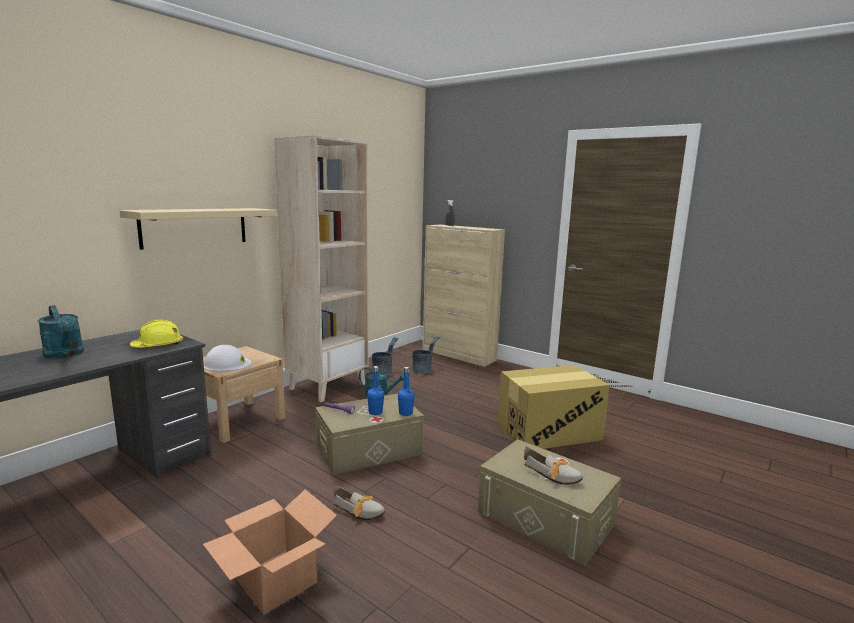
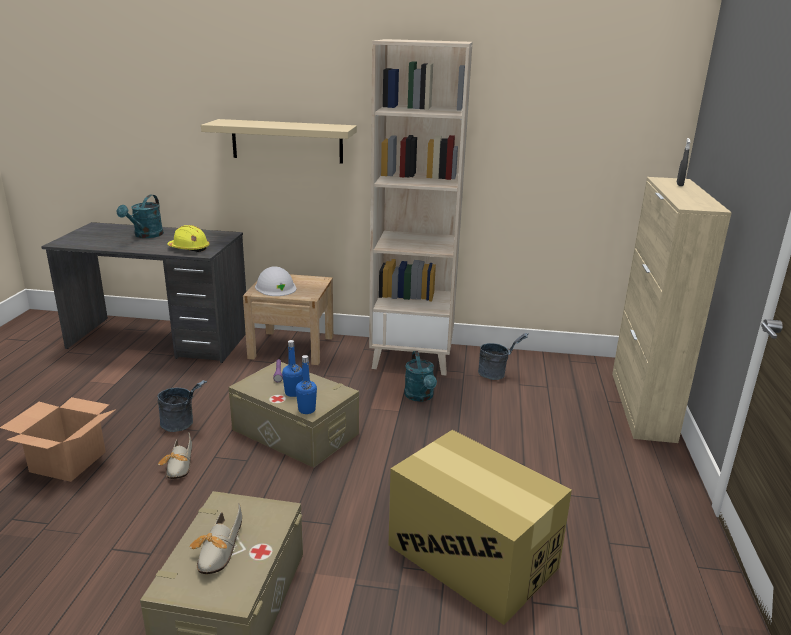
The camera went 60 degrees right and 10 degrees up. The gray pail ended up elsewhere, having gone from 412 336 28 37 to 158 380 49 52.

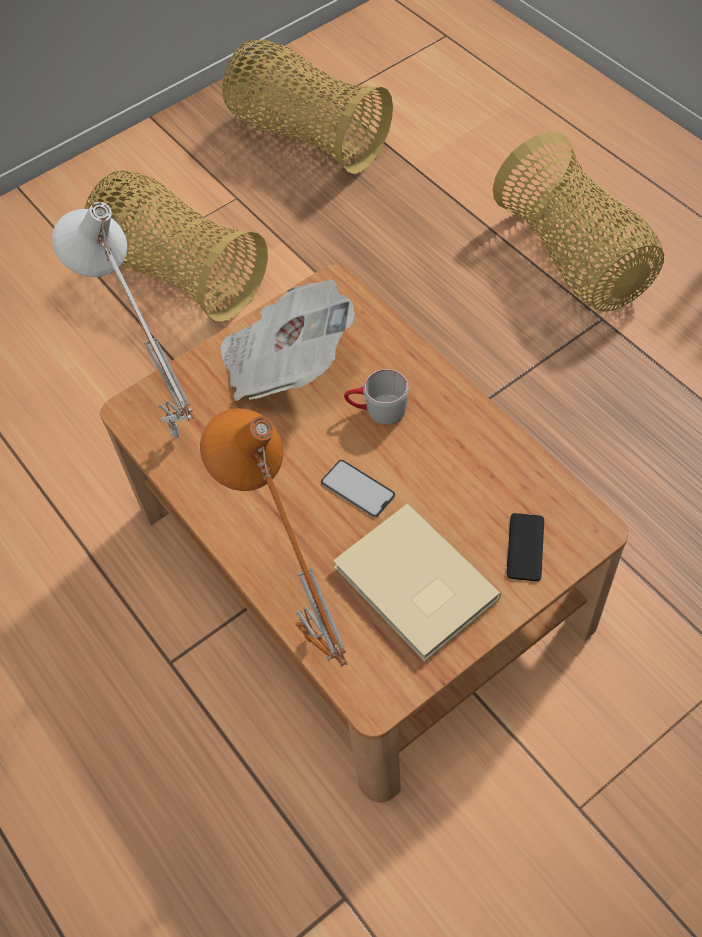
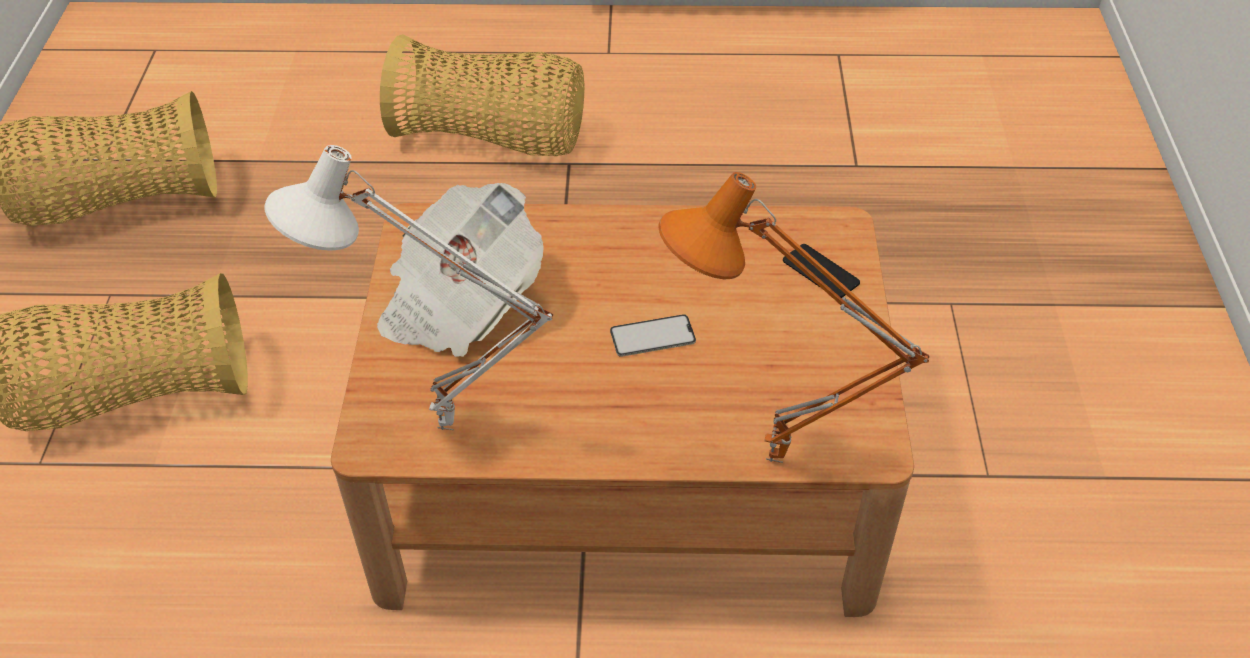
The camera went 55 degrees left and 10 degrees down. The second view lost the gray mug at 344 369 65 56. The second view lost the sand-coloured volume at 333 503 168 159.

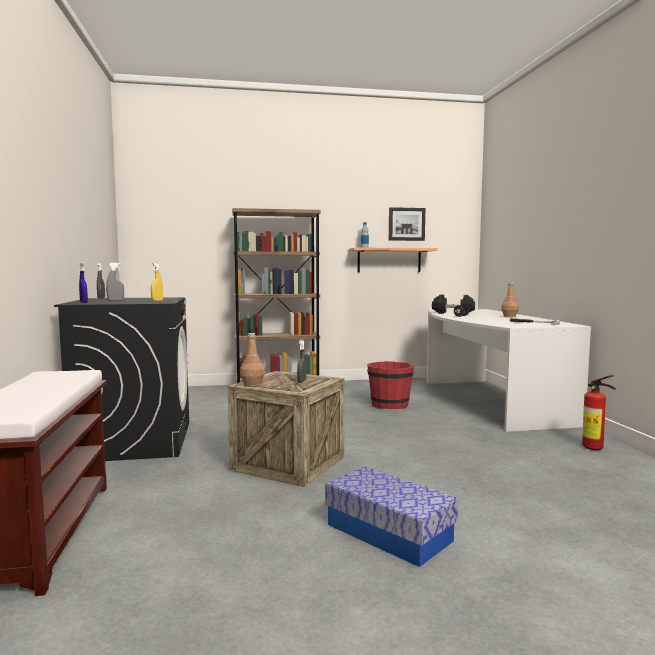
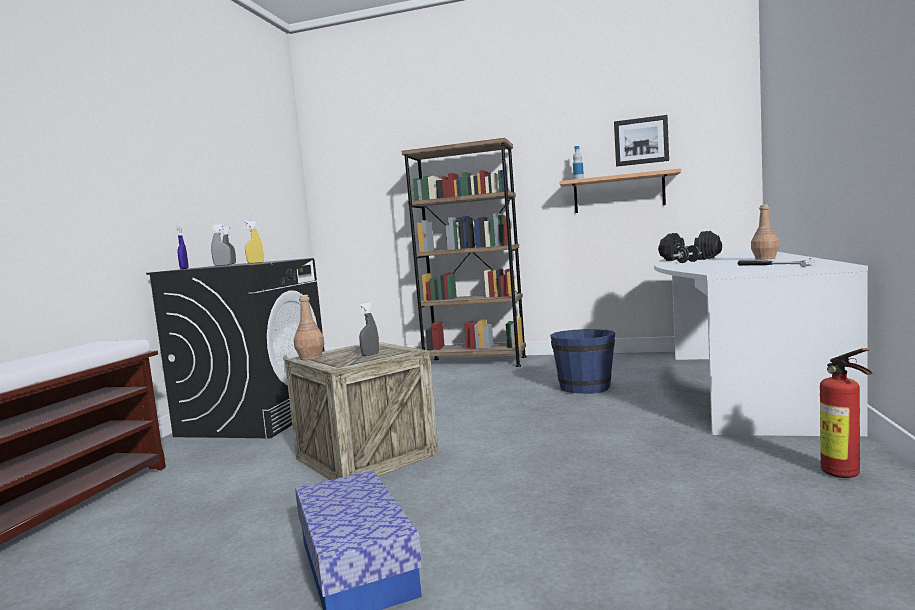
The camera went 25 degrees right and 0 degrees up. What was the reddish pail at 367 361 47 48 turned into the bluish pail at 550 329 65 65.

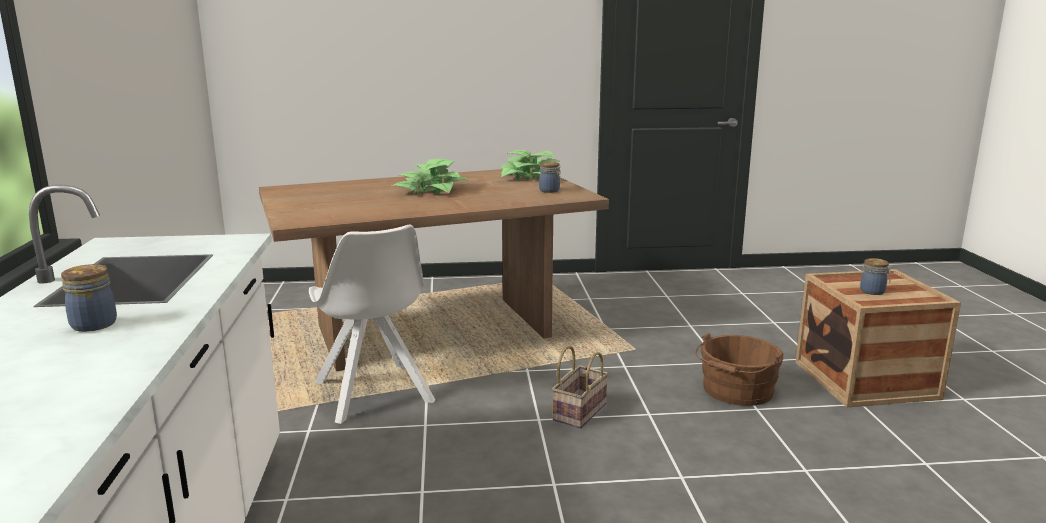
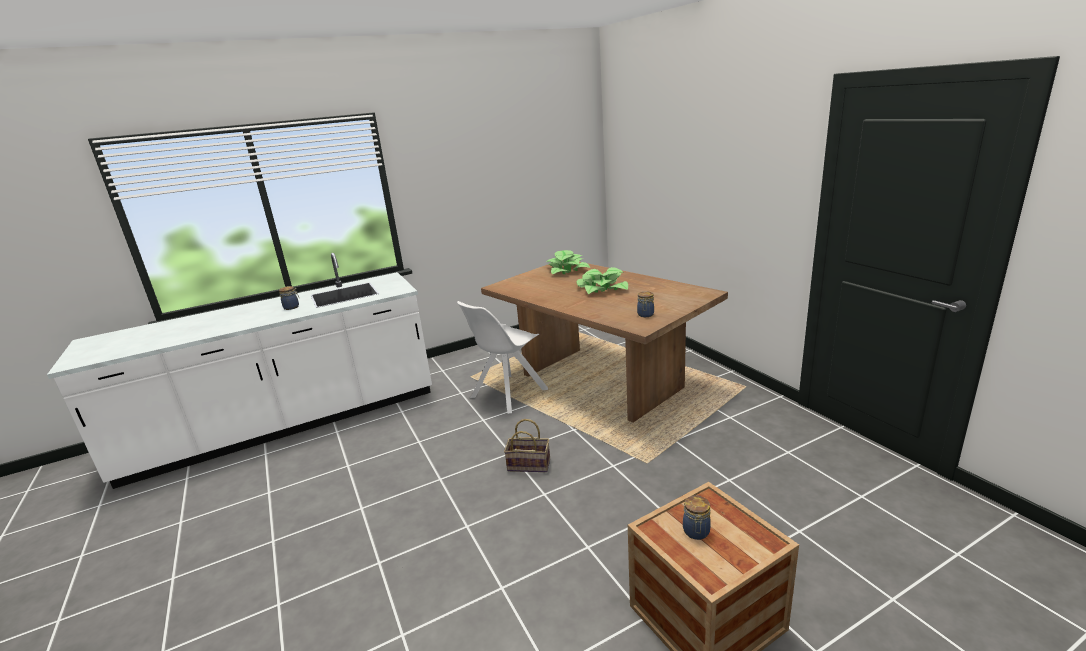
The camera went 70 degrees right and 5 degrees up. The plant in a pot ended up elsewhere, having gone from 501 150 60 29 to 546 250 44 24. The second view lost the brown-coloured pail at 695 333 89 73.

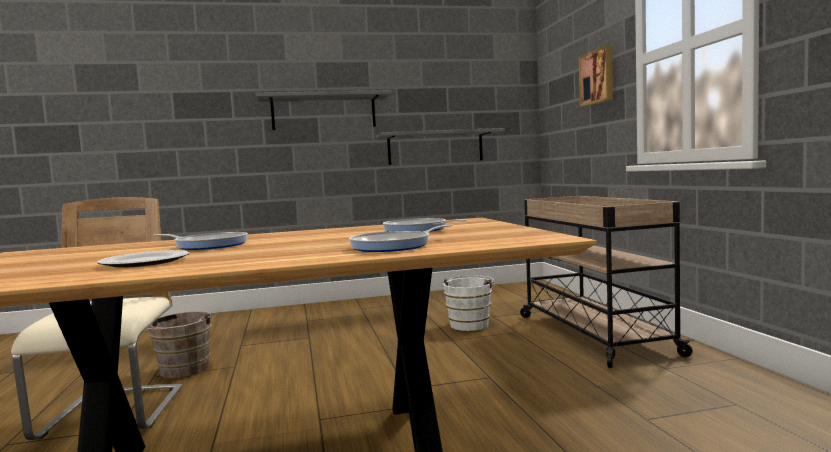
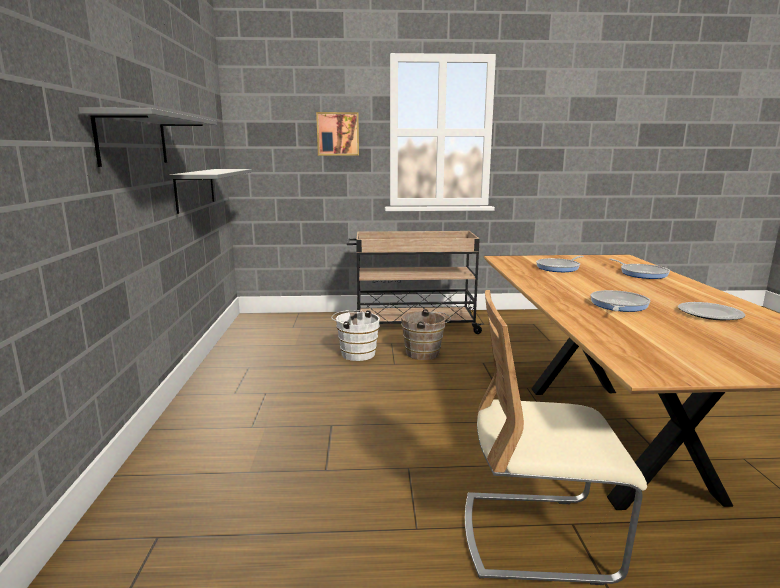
The camera went 80 degrees left and 10 degrees up. The brown-coloured pail ended up elsewhere, having gone from 147 311 64 67 to 401 309 50 51.

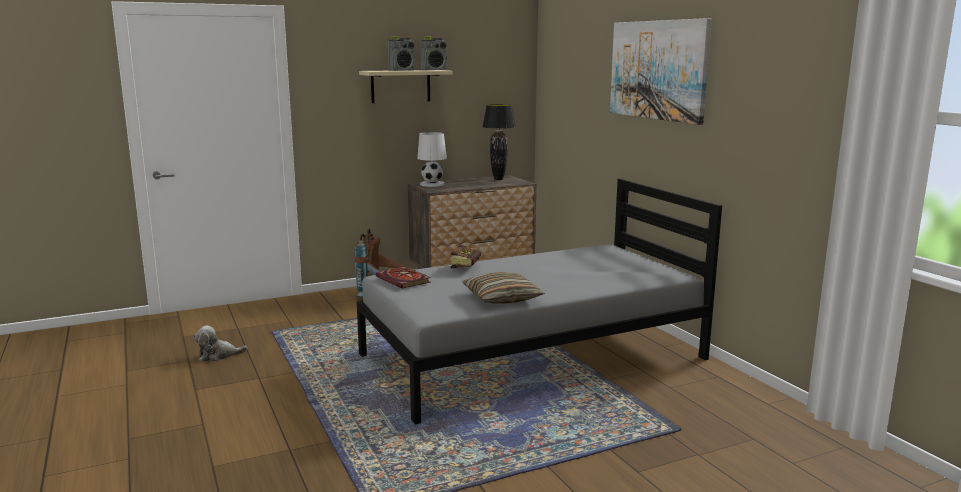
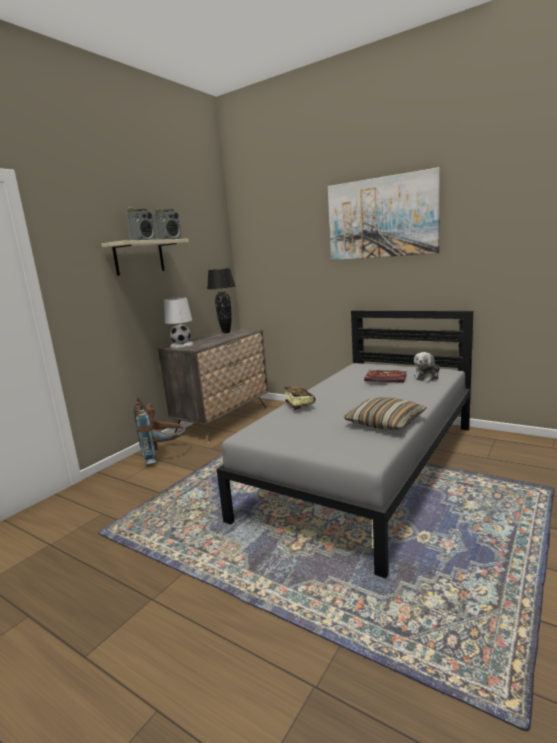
The camera went 30 degrees left and 0 degrees up. The volume ended up elsewhere, having gone from 376 266 55 23 to 364 370 43 12. The cuddly toy ended up elsewhere, having gone from 194 326 53 36 to 414 352 26 30.

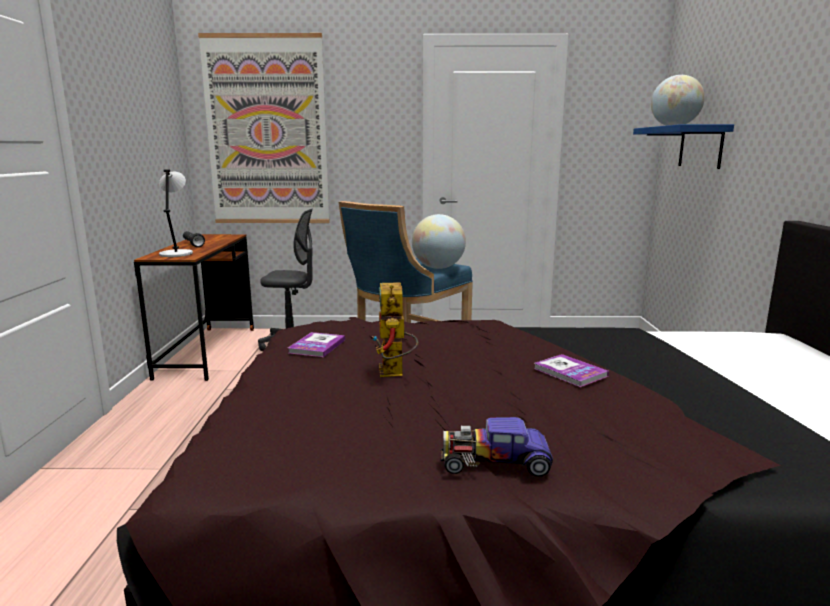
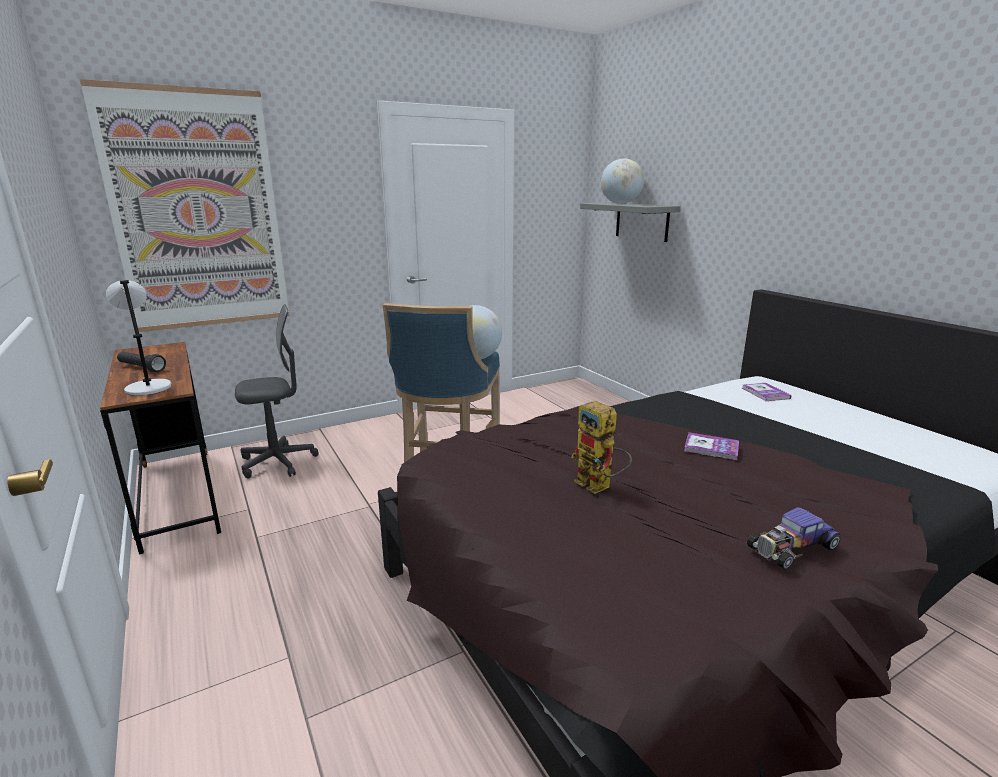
The camera went 30 degrees left and 5 degrees up. What was the bluish shelf at 633 124 101 45 turned into the gray shelf at 580 203 101 39. The volume ended up elsewhere, having gone from 288 332 57 25 to 742 383 50 18.

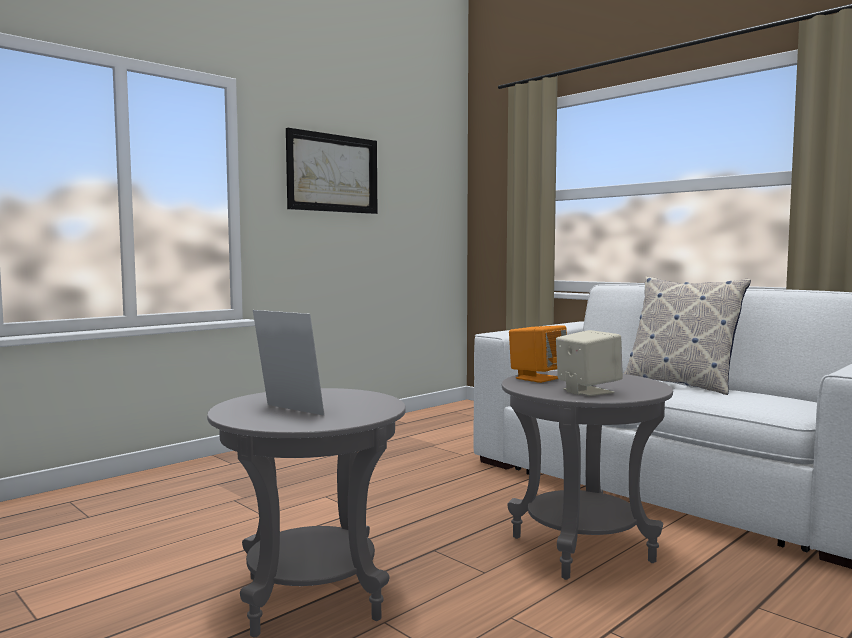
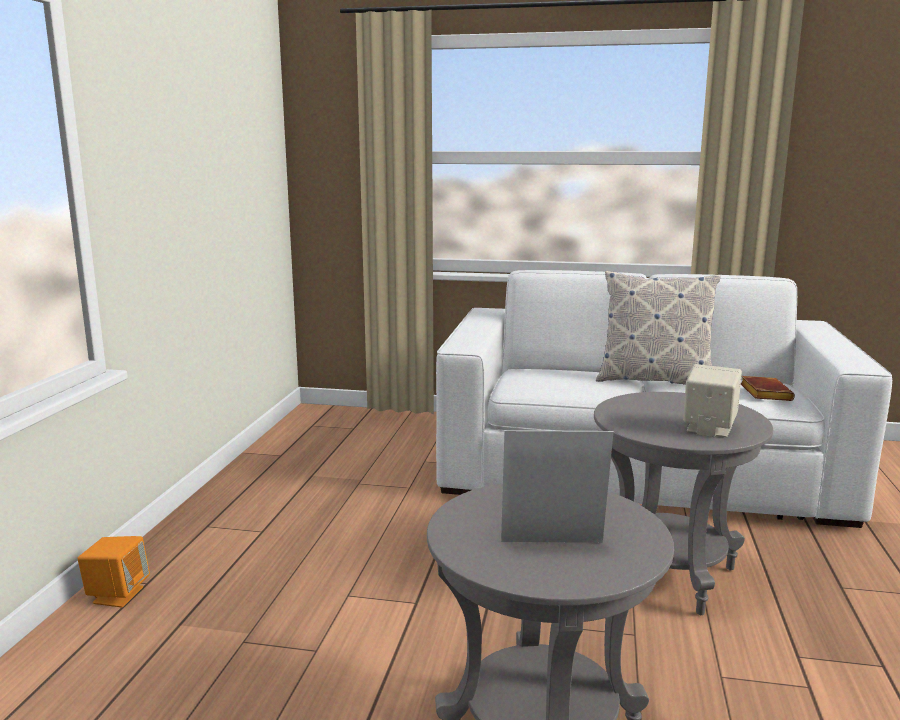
The camera went 35 degrees left and 10 degrees up. The second view lost the picture at 286 128 91 86. The orange speaker ended up elsewhere, having gone from 509 325 58 58 to 78 536 72 71. The second view gained the brown-coloured volume at 741 376 54 25.

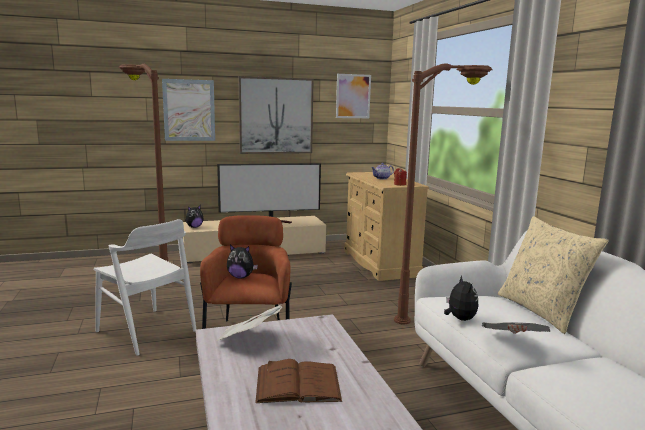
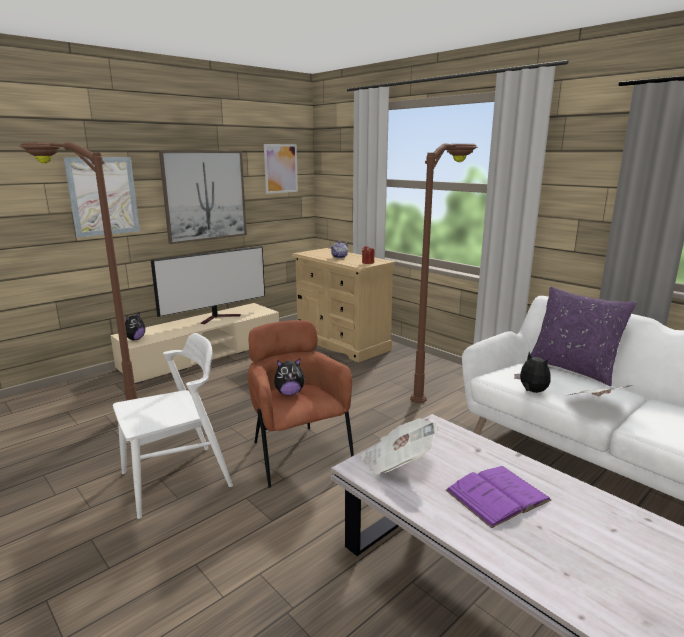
The camera went 25 degrees left and 5 degrees up. What was the sand-coloured throw pillow at 498 216 111 118 turned into the purple-coloured throw pillow at 531 286 106 100. The white chair at 94 219 103 137 ended up facing another way, 45 degrees counterclockwise from before. What was the brown-coloured volume at 255 359 87 44 turned into the purple-coloured volume at 446 466 105 62.

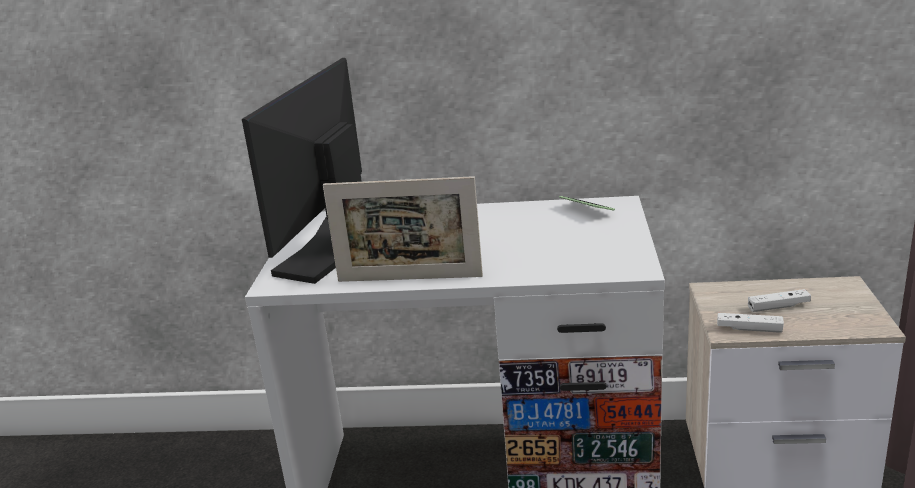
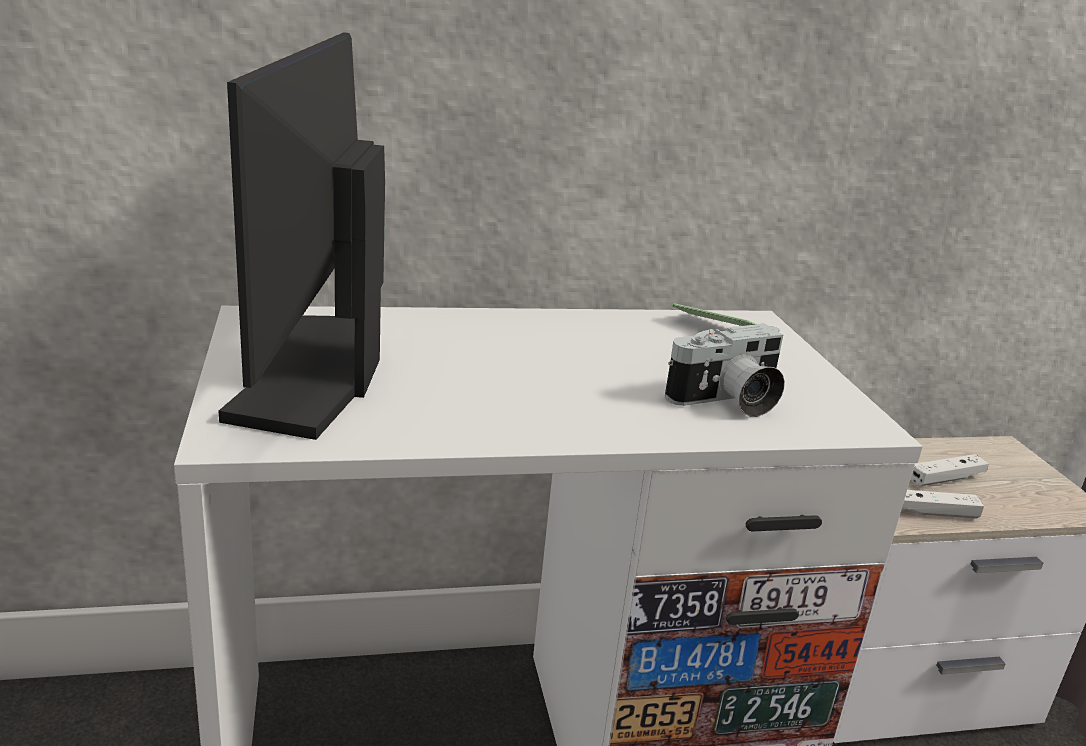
The camera went 20 degrees left and 0 degrees up. The second view lost the photo frame at 323 176 160 106. The second view gained the still camera at 665 324 120 93.

